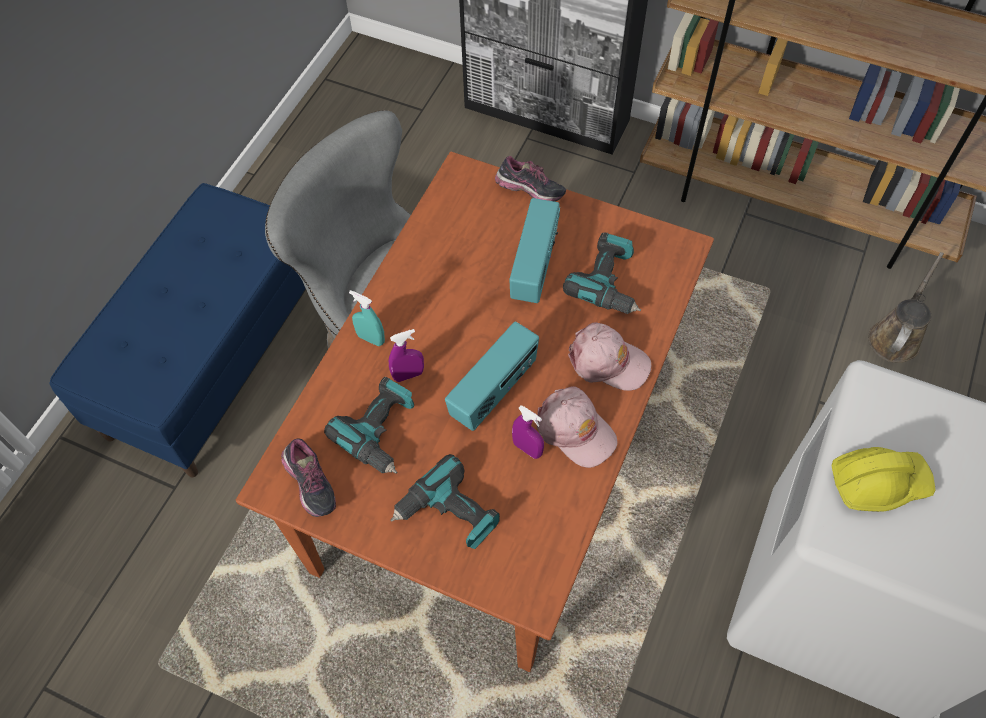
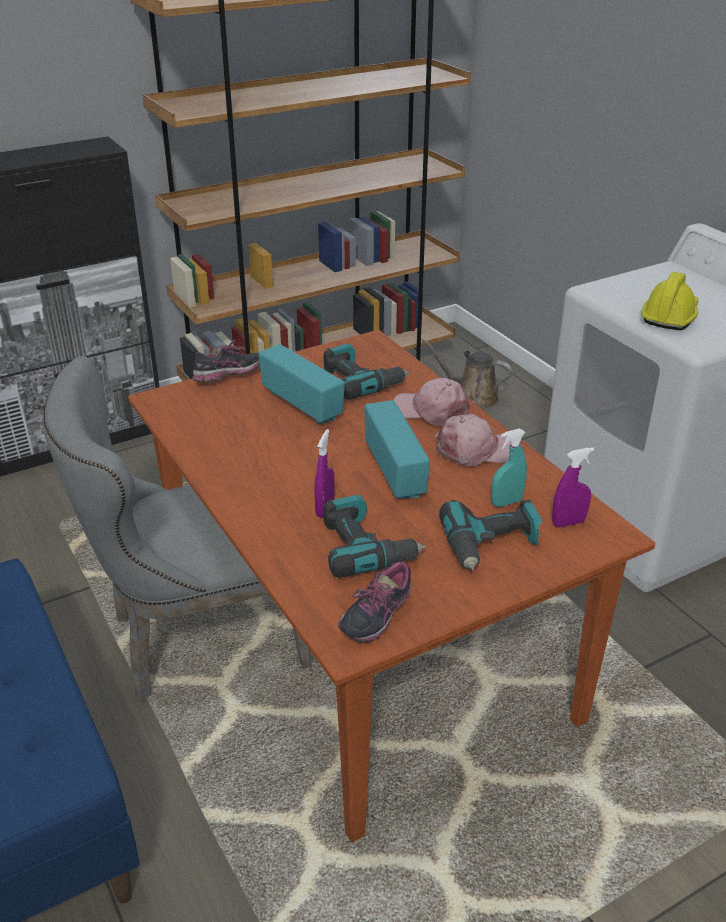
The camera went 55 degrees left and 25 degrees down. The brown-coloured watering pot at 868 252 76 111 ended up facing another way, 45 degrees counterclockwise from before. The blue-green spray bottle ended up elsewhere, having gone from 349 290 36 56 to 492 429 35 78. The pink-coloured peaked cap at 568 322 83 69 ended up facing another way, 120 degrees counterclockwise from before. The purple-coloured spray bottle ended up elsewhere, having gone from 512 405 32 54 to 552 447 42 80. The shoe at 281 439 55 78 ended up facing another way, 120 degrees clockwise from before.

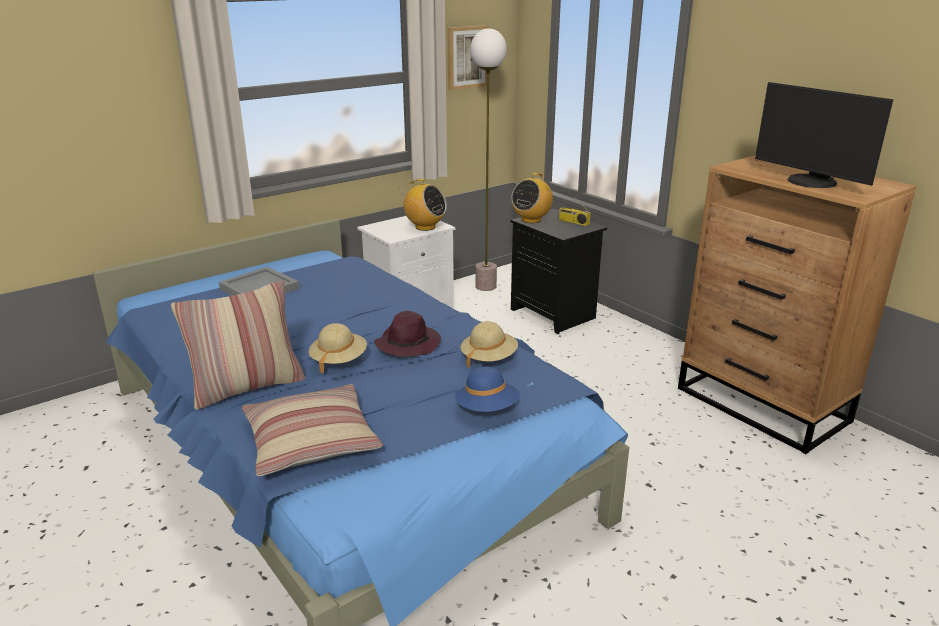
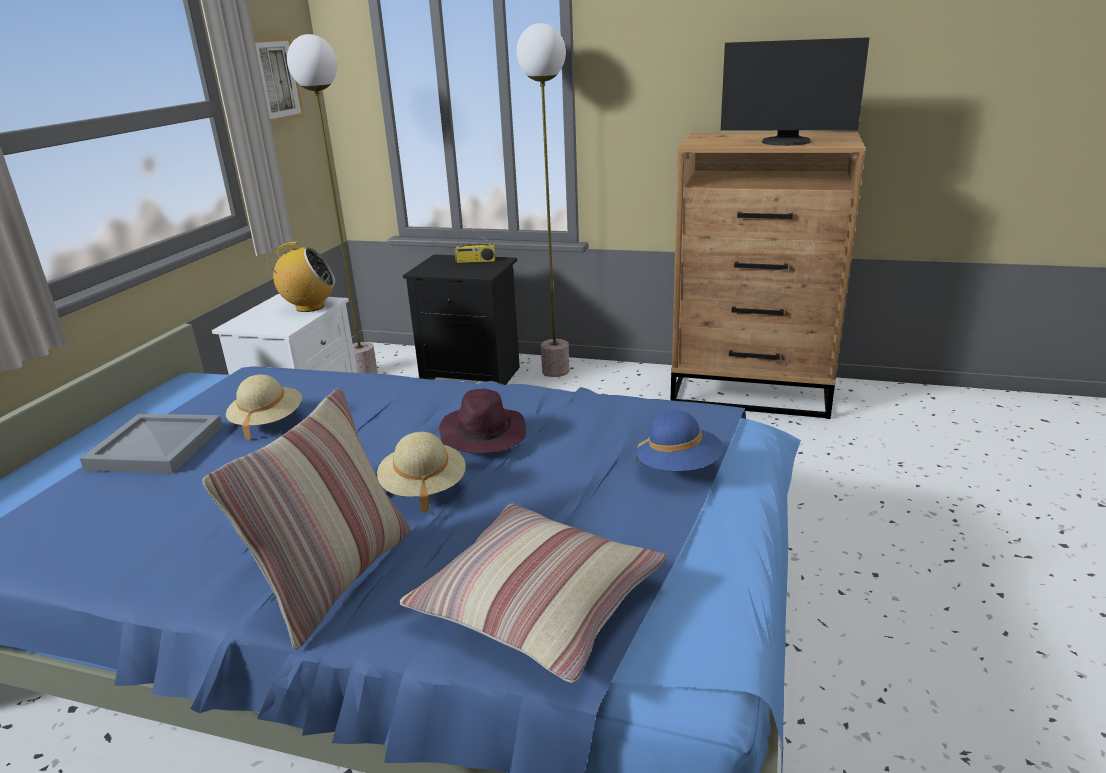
The camera went 35 degrees left and 0 degrees up. The second view lost the radio at 511 173 42 50. The sand-coloured hat ended up elsewhere, having gone from 460 321 58 47 to 226 374 76 66. The second view gained the standard lamp at 517 23 52 354.

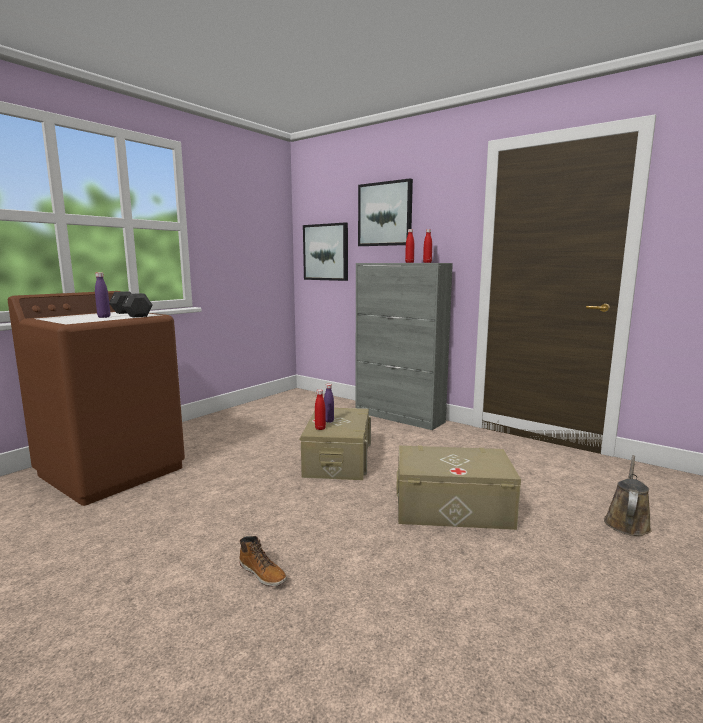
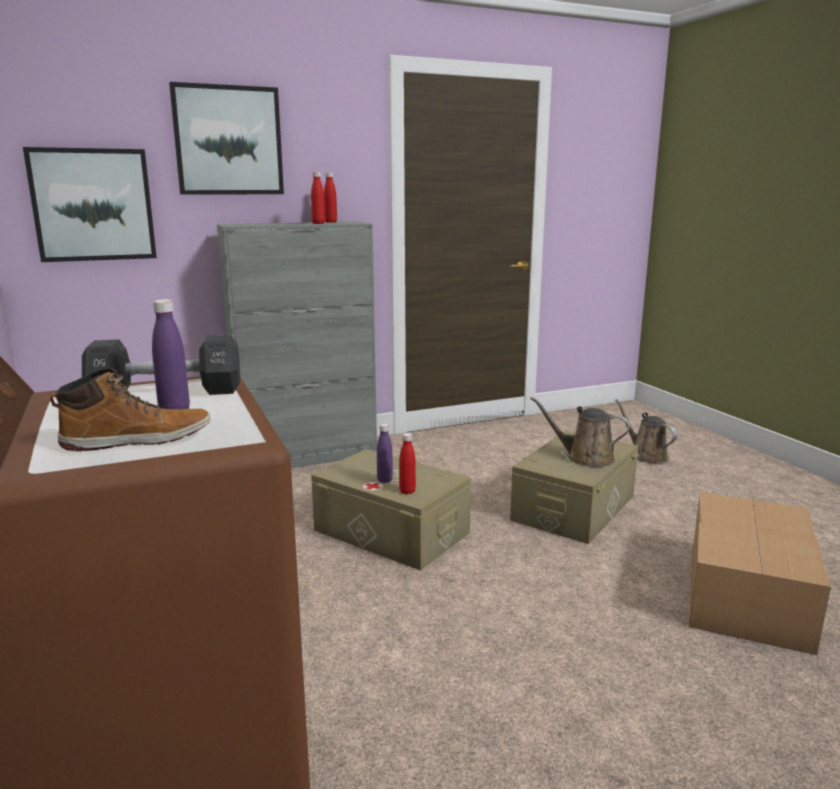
The camera went 60 degrees left and 5 degrees up. The boot ended up elsewhere, having gone from 239 536 48 51 to 50 368 161 83. The second view gained the brown-coloured watering pot at 530 397 100 70. The second view gained the carton at 689 492 142 163.

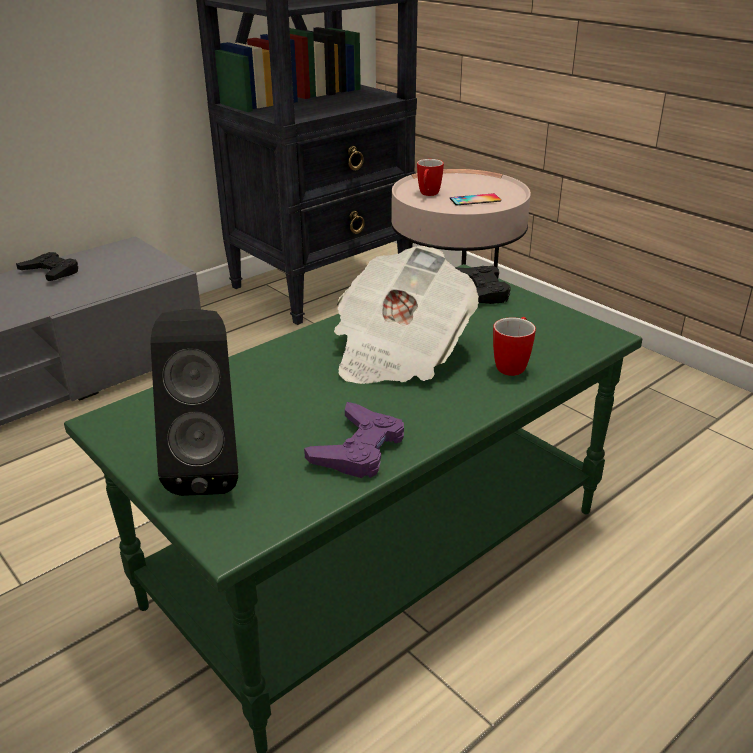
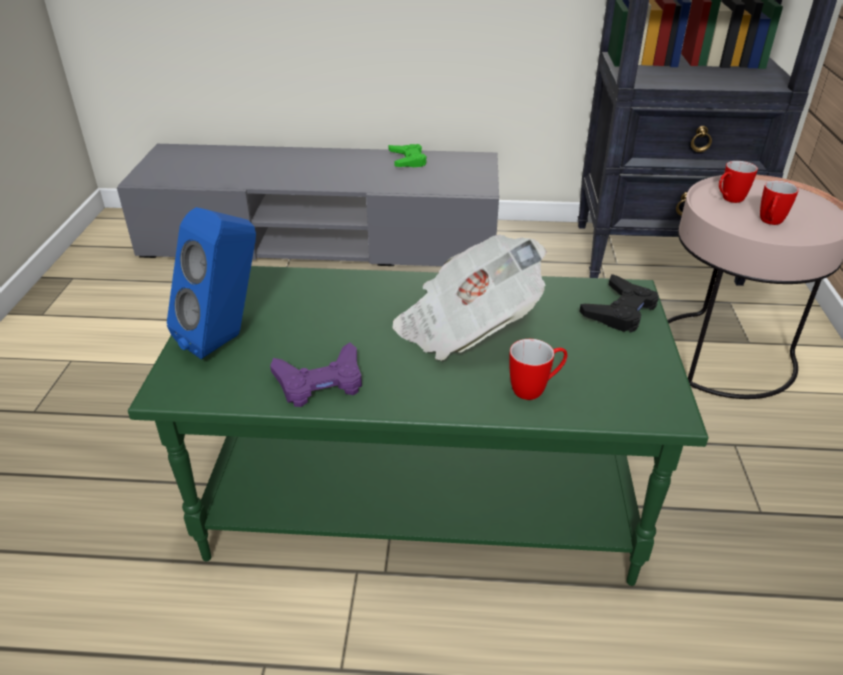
The camera went 45 degrees right and 5 degrees up. Where the telephone stood at 450 193 51 13, the mug came to stand at 760 180 39 45. What was the black-coloured game controller at 16 252 62 29 turned into the greenish game controller at 389 144 38 23. What was the black-coloured speaker at 151 309 87 187 turned into the bluish speaker at 167 207 89 152.

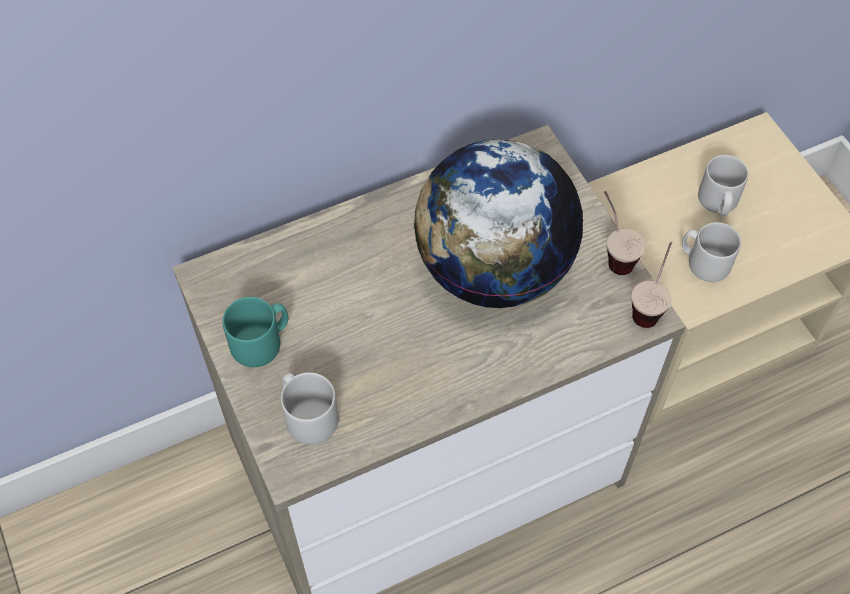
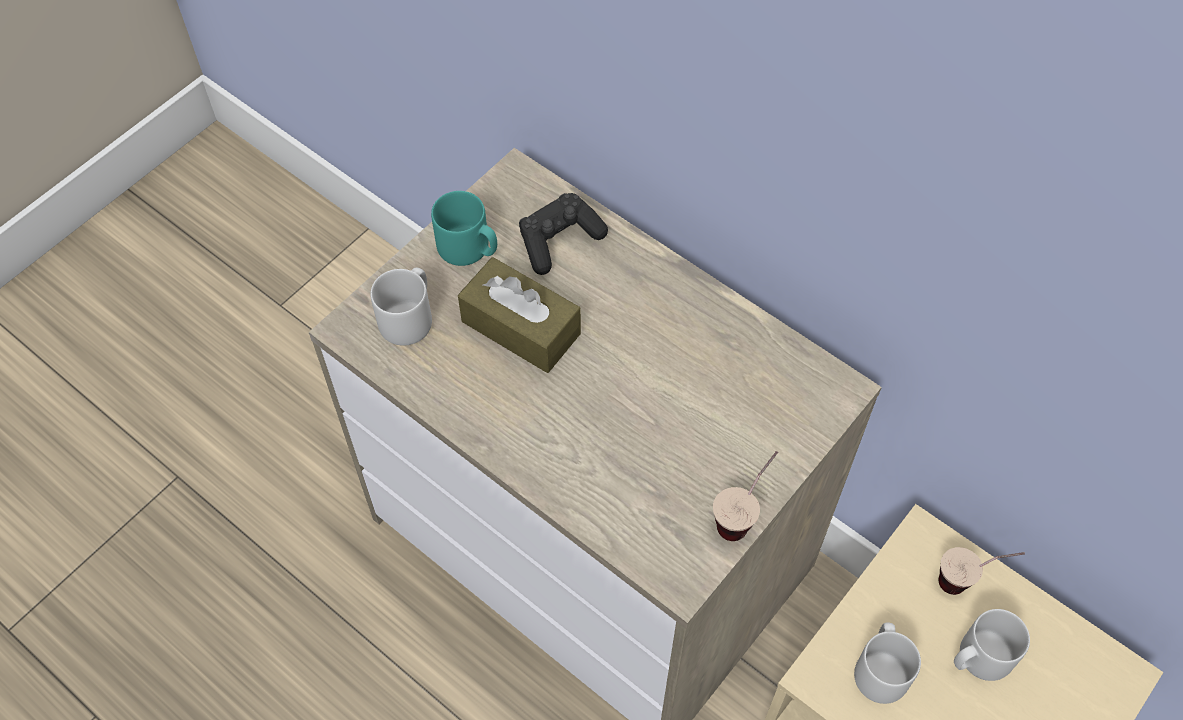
The camera went 65 degrees right and 0 degrees up. The second view lost the desk globe at 413 139 170 169. The drinking cup ended up elsewhere, having gone from 632 242 40 86 to 939 547 86 48. The second view gained the black-coloured game controller at 519 193 89 82. The second view gained the brown-coloured tissue holder at 458 257 123 116.

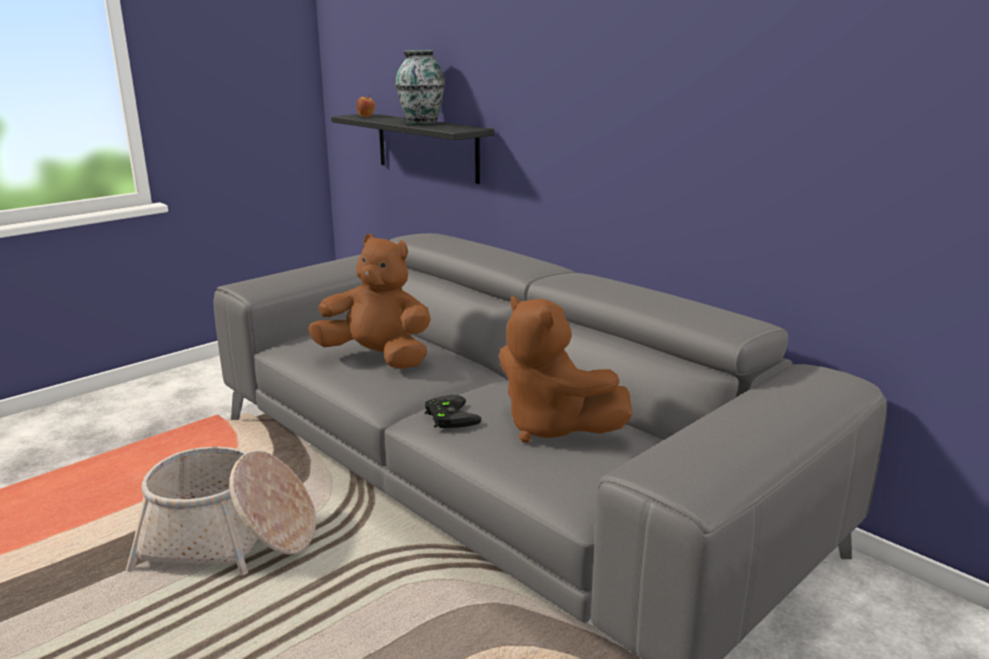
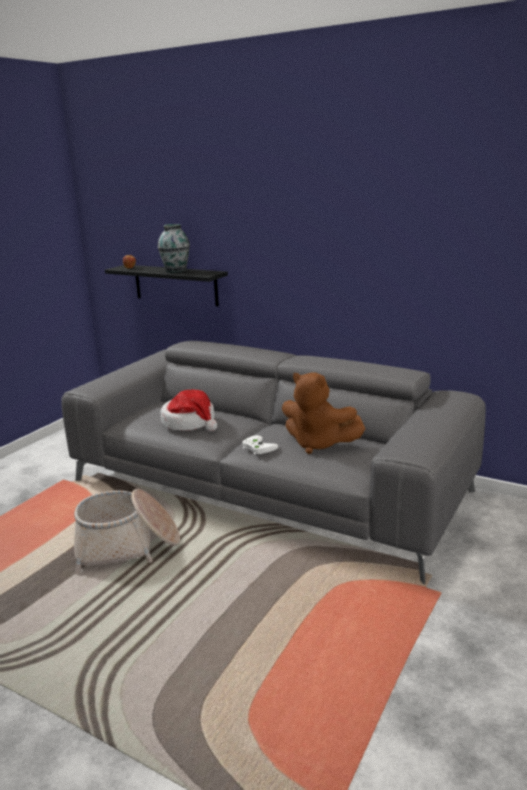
The camera went 15 degrees left and 0 degrees up. Where the brown-coloured cuddly toy stood at 308 234 123 135, the hat came to stand at 161 390 56 42. What was the black-coloured game controller at 424 395 58 33 turned into the white game controller at 242 435 36 20.

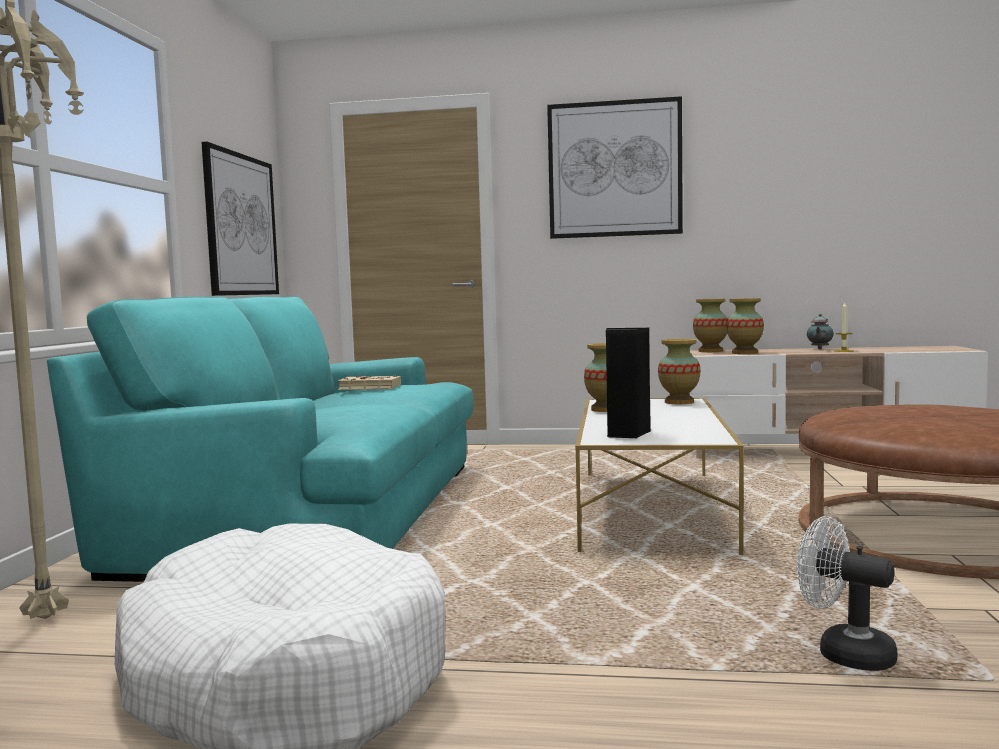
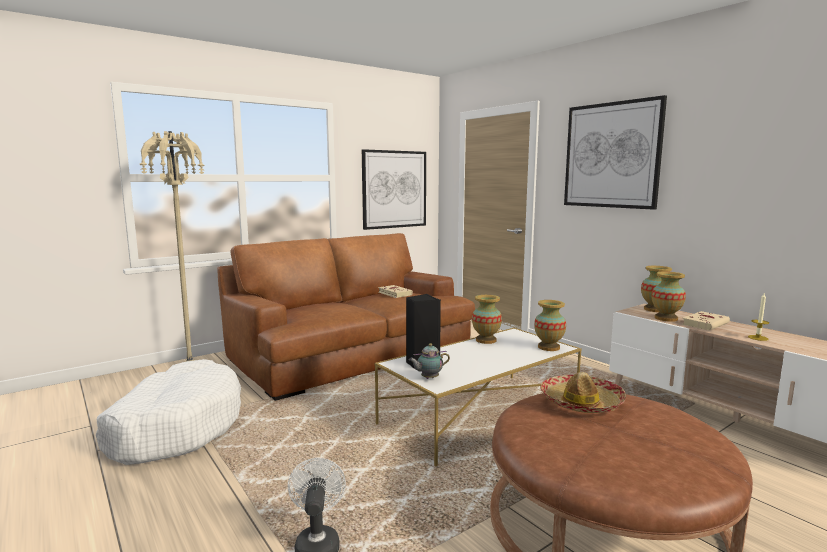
The camera went 45 degrees right and 5 degrees up. What was the blue-green sofa at 47 297 427 285 turned into the brown-coloured sofa at 217 233 258 168. The tea pot ended up elsewhere, having gone from 807 314 27 35 to 409 343 41 36. The second view gained the sand-coloured volume at 682 311 48 20. The second view gained the hat at 540 372 86 41.

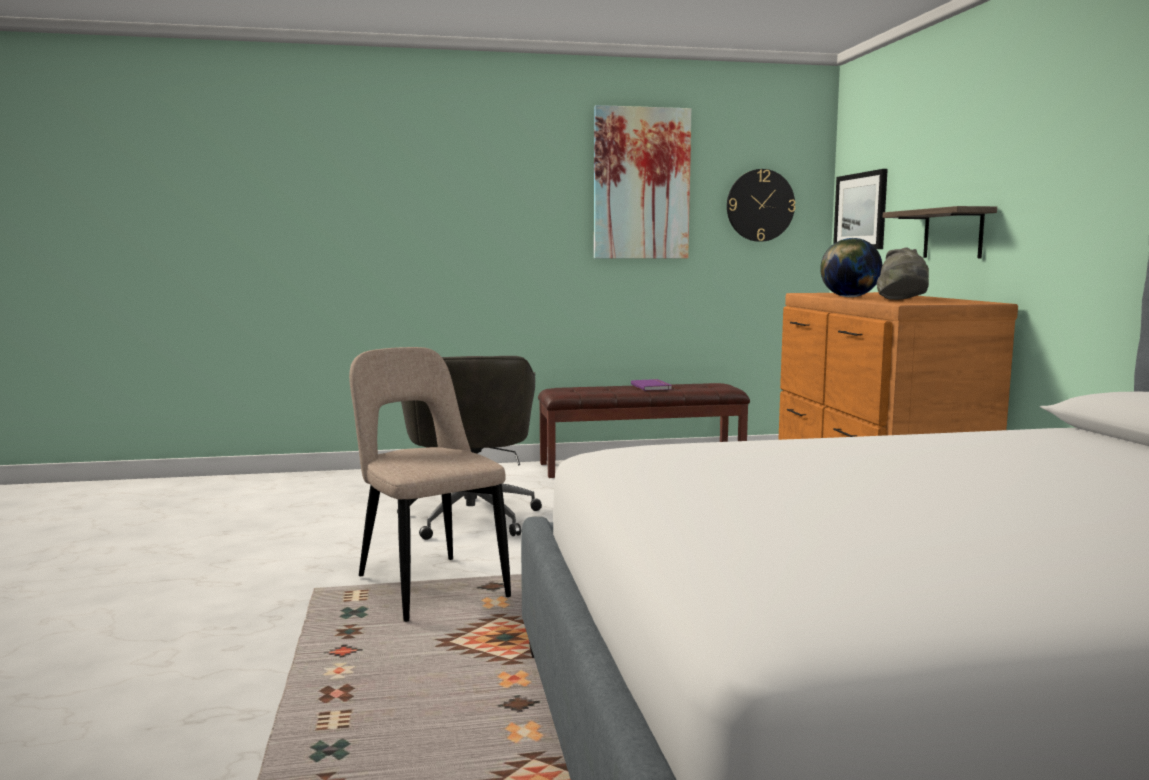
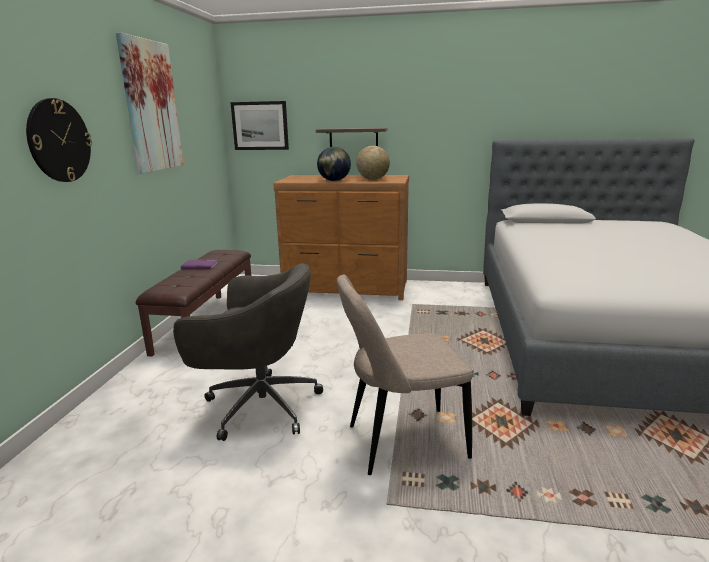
The camera went 70 degrees left and 10 degrees up. The clock on the wall ended up elsewhere, having gone from 727 169 68 73 to 26 98 66 84. Where the gray hat stood at 877 248 52 52, the desk globe came to stand at 356 145 34 35.

